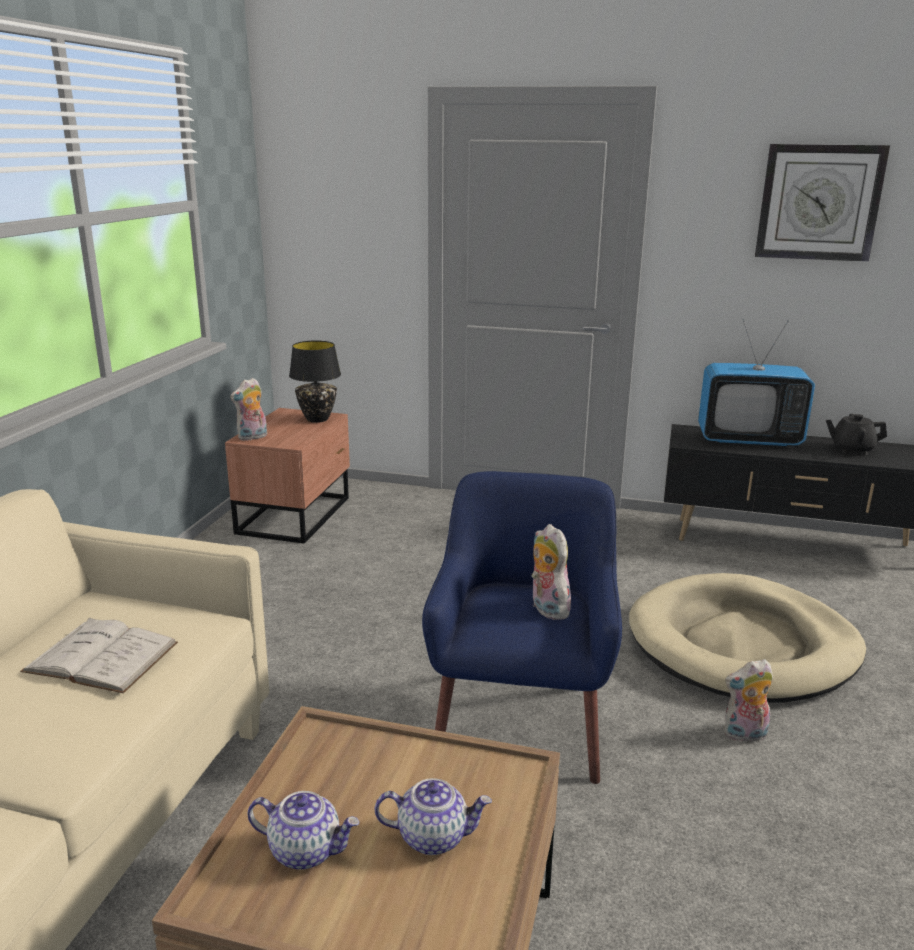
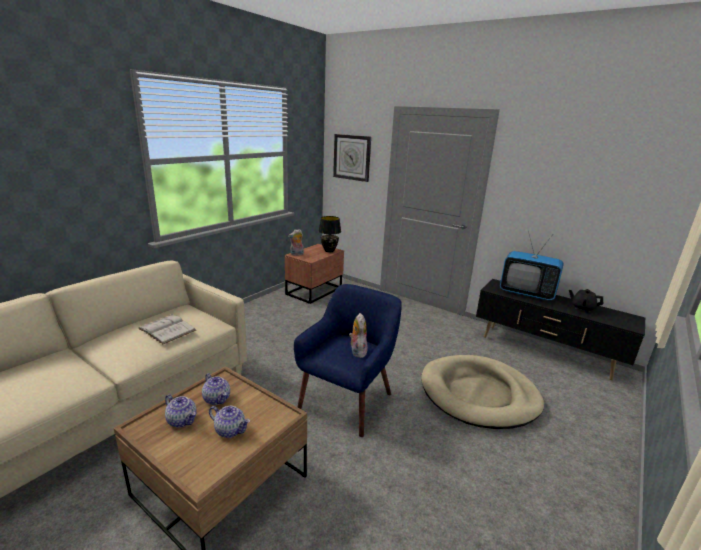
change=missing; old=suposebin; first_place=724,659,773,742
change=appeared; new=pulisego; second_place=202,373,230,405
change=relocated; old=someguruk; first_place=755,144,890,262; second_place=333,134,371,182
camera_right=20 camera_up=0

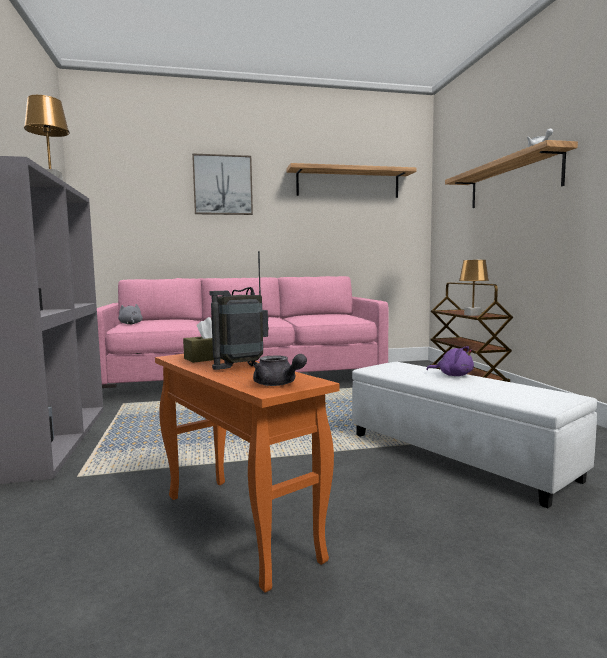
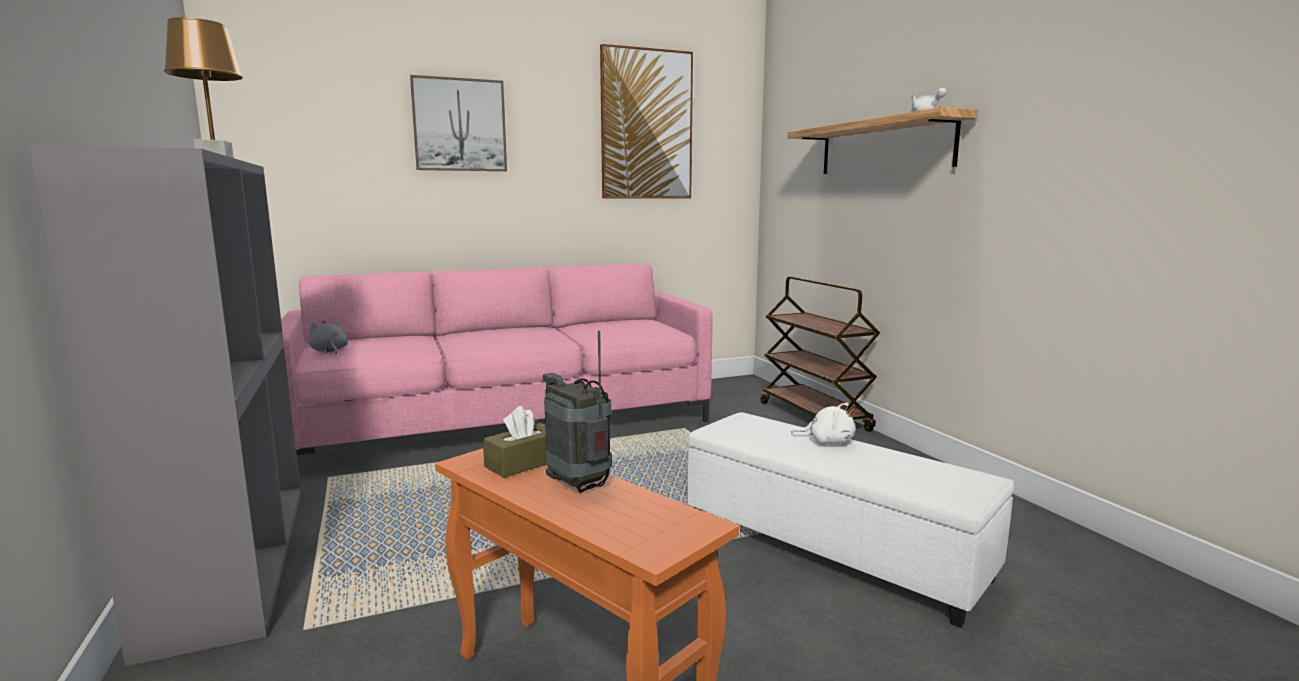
change=missing; old=pulisego (grey); first_place=253,354,307,386
change=missing; old=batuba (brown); first_place=459,260,489,316
change=exchanged; old=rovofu; new=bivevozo; first_place=286,163,417,198; second_place=600,44,693,198
change=colour; old=suposebin (purple); new=suposebin (white); first_place=426,346,474,376; second_place=791,403,856,444
change=spun; old=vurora; first_place=209,251,269,370; second_place=543,331,612,493; degrees=90
camera_right=-10 camera_up=5

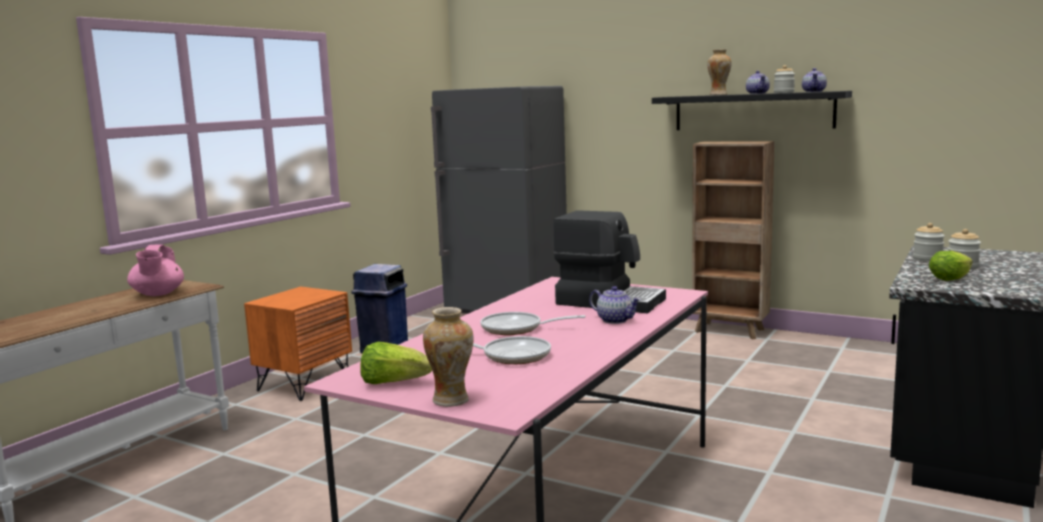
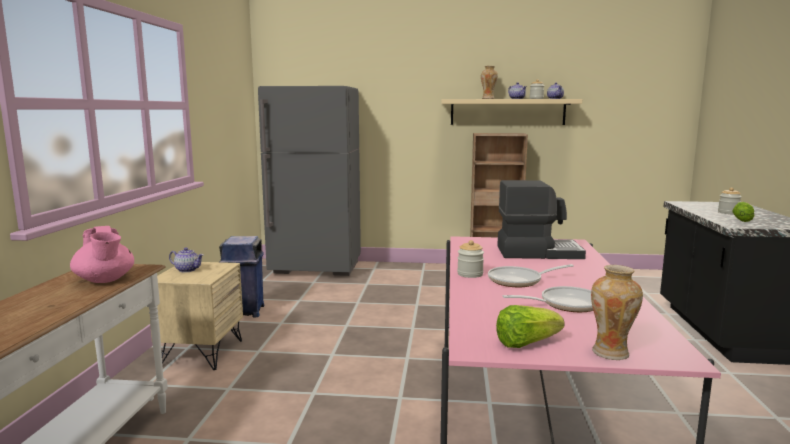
change=relocated; old=pulisego; first_place=589,286,641,324; second_place=169,247,204,273
change=relocated; old=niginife; first_place=913,223,945,262; second_place=457,240,484,278
change=colour; old=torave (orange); new=torave (beige); first_place=244,286,352,401; second_place=149,262,243,370
change=colour; old=rovofu (black); new=rovofu (beige); first_place=652,91,852,130; second_place=442,99,582,125
camera_right=-25 camera_up=0

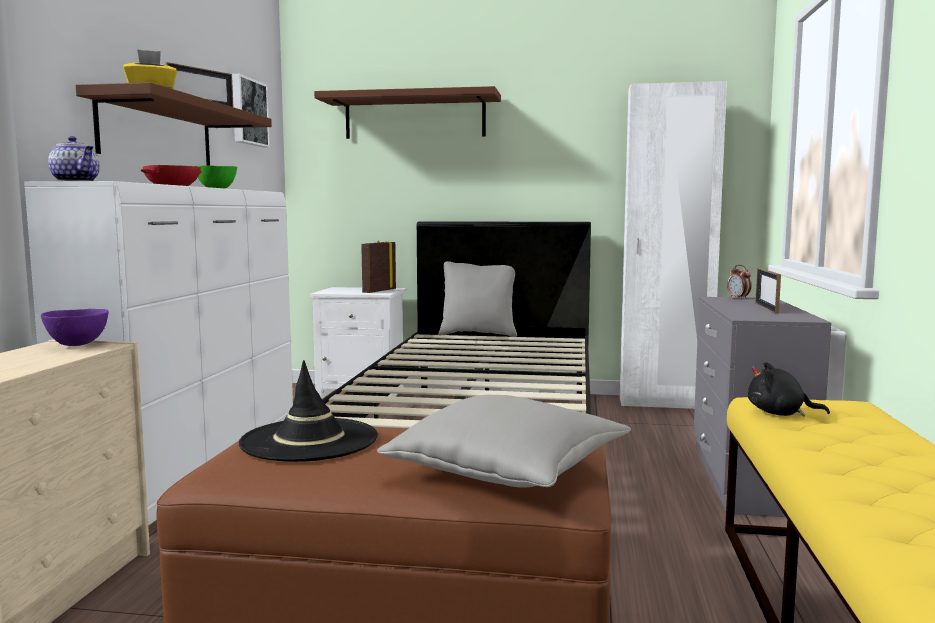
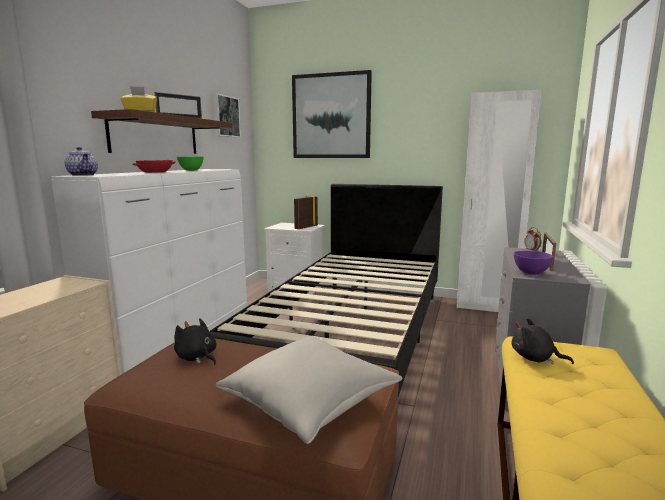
change=missing; old=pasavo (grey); first_place=438,261,517,337
change=relocated; old=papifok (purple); first_place=41,309,109,346; second_place=514,251,553,275
change=exchanged; old=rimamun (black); new=suposebin (black); first_place=239,360,378,462; second_place=174,318,217,365
change=exchanged; old=rovofu (brown); new=bivevozo; first_place=314,86,501,139; second_place=292,70,372,158
camera_right=10 camera_up=5

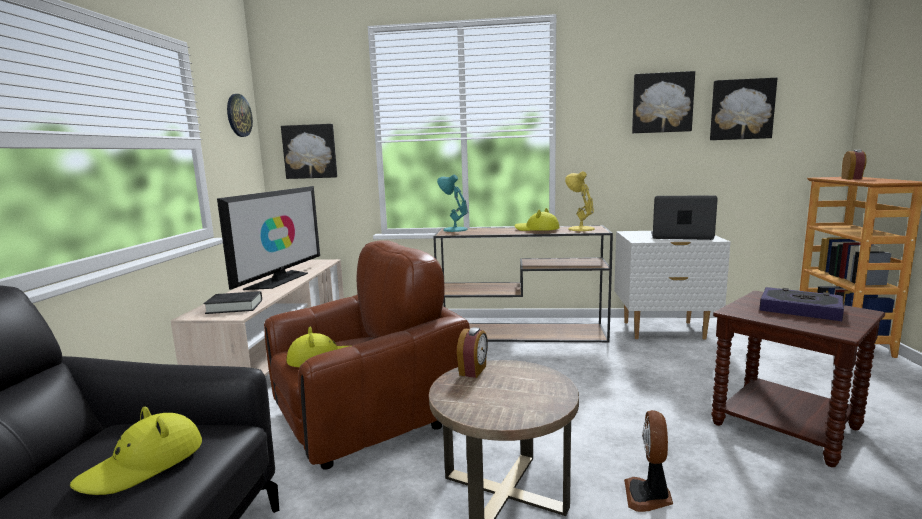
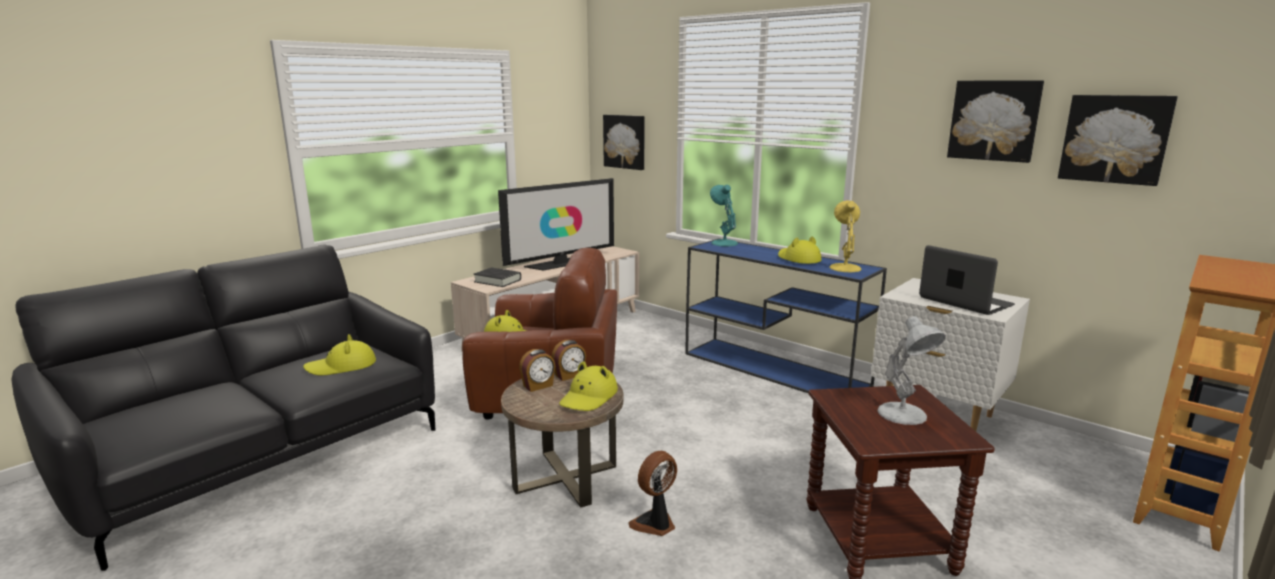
change=missing; old=someguruk; first_place=227,94,253,137
change=appeared; new=rimamun (yellow); second_place=559,361,618,411
change=relocated; old=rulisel; first_place=841,150,867,180; second_place=519,349,555,392
change=exchanged; old=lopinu; new=batuba (white); first_place=759,287,844,321; second_place=877,316,946,425
change=colour; old=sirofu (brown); new=sirofu (blue); first_place=433,225,613,342; second_place=685,239,887,393
camera_right=35 camera_up=5

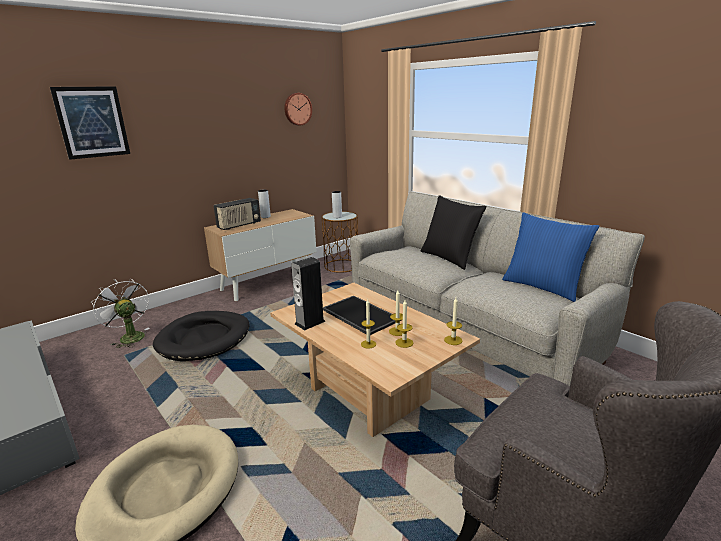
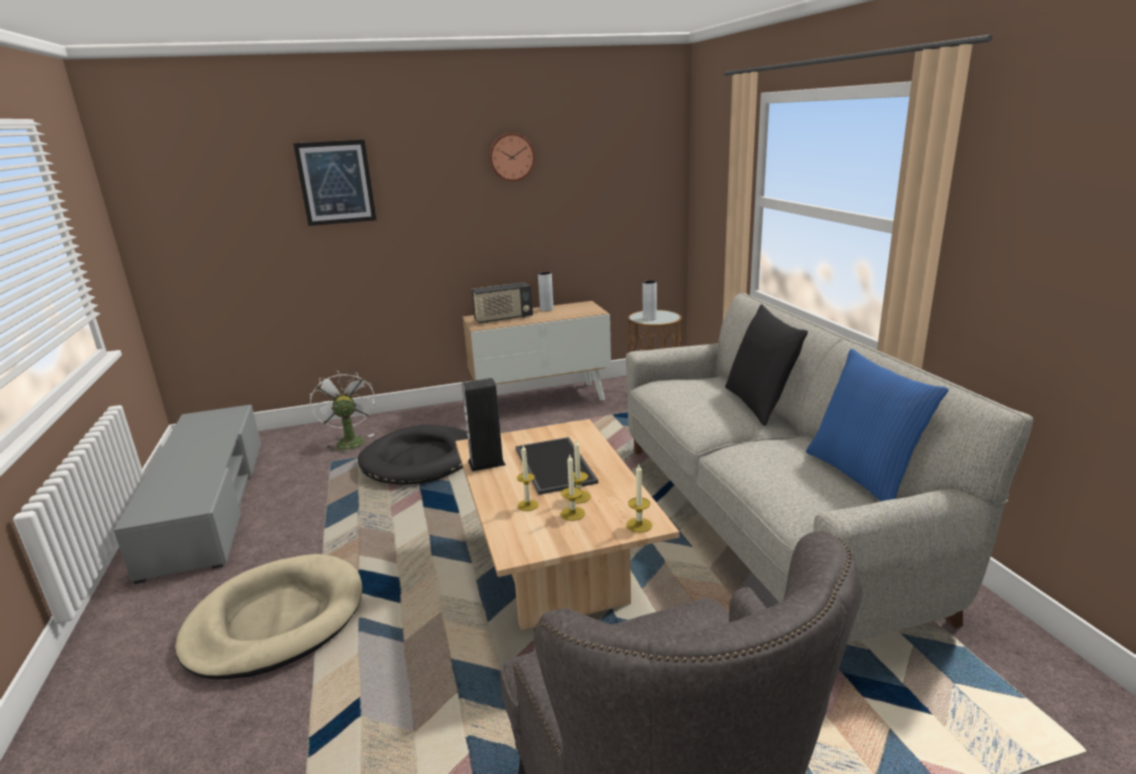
change=relocated; old=someguruk; first_place=284,93,312,125; second_place=489,133,535,182
camera_right=25 camera_up=0

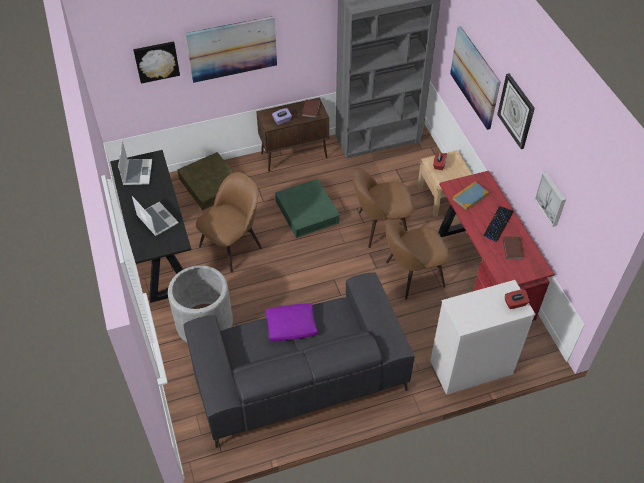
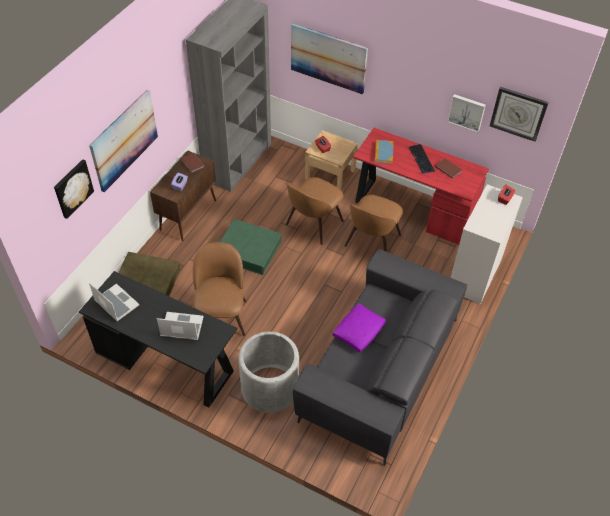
change=relocated; old=someguruk; first_place=497,73,535,149; second_place=490,87,549,142
camera_right=-45 camera_up=0

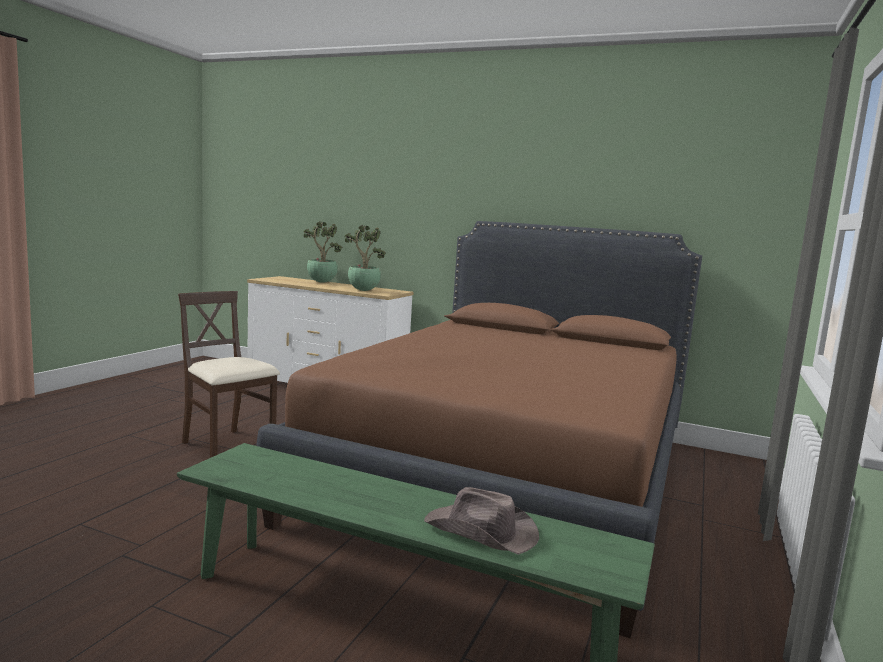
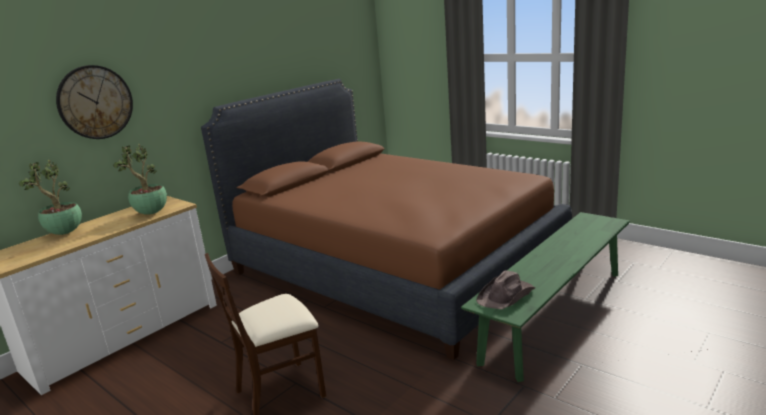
change=appeared; new=someguruk; second_place=56,65,133,139
change=relocated; old=rimamun (brown); first_place=424,487,539,555; second_place=476,271,535,309
camera_right=-70 camera_up=10

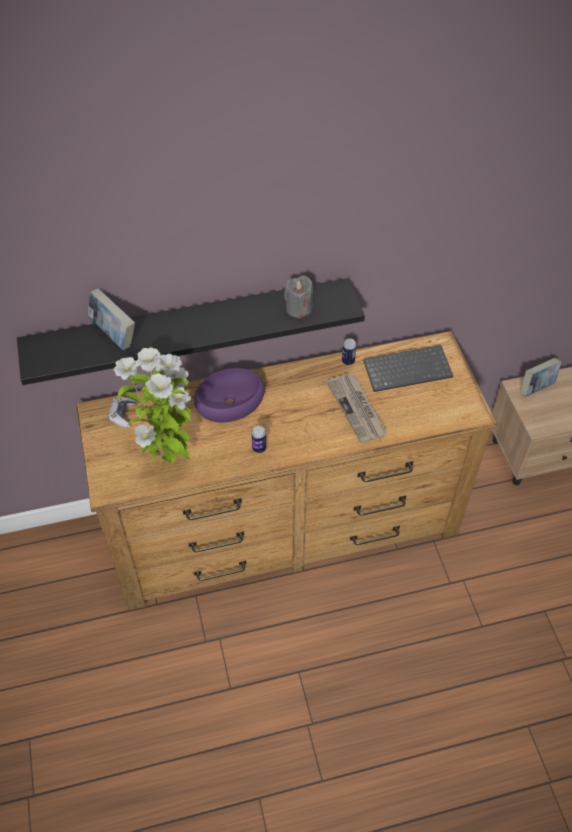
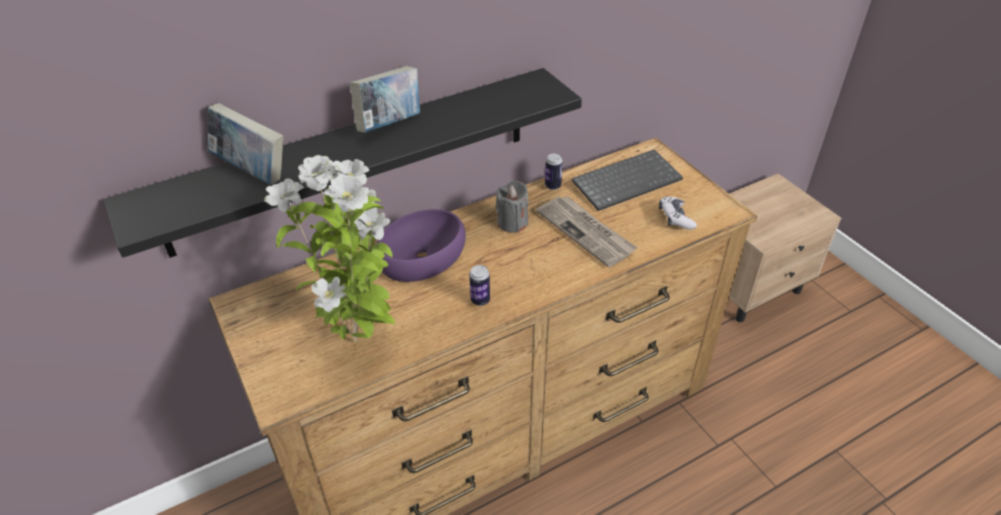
change=relocated; old=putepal; first_place=108,396,136,428; second_place=659,196,697,230
change=relocated; old=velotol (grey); first_place=284,276,313,319; second_place=496,181,529,233
change=relocated; old=lopinu; first_place=521,358,562,396; second_place=350,66,420,133
camera_right=-15 camera_up=-10

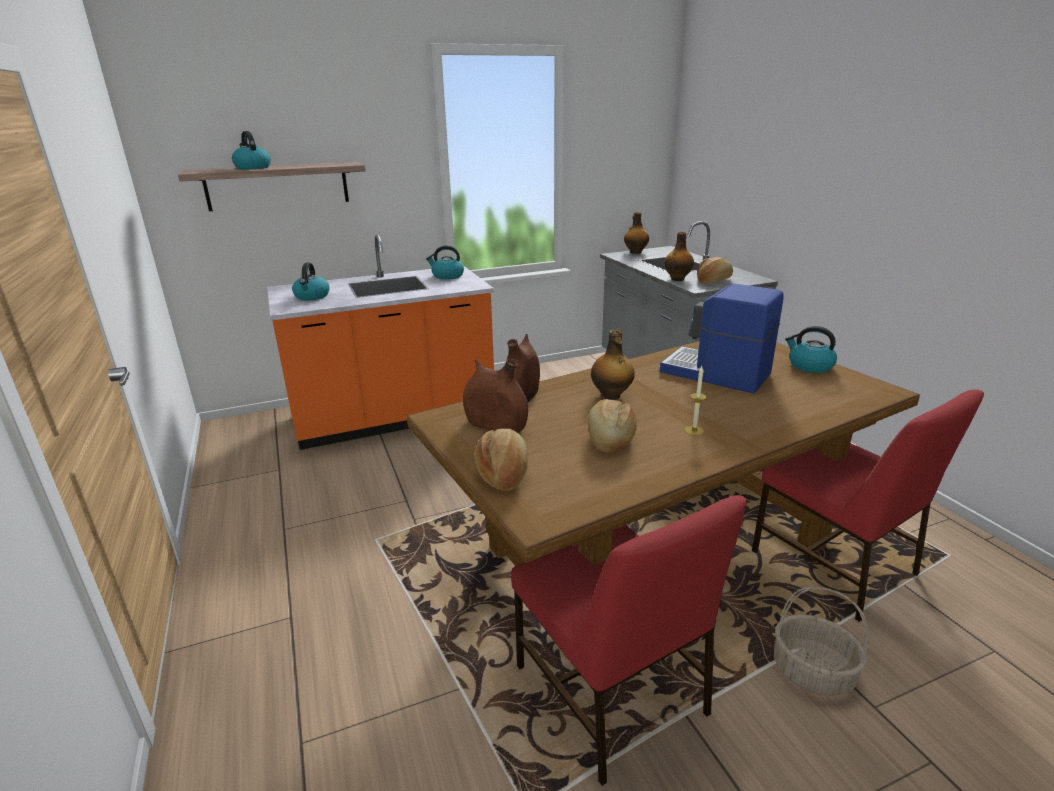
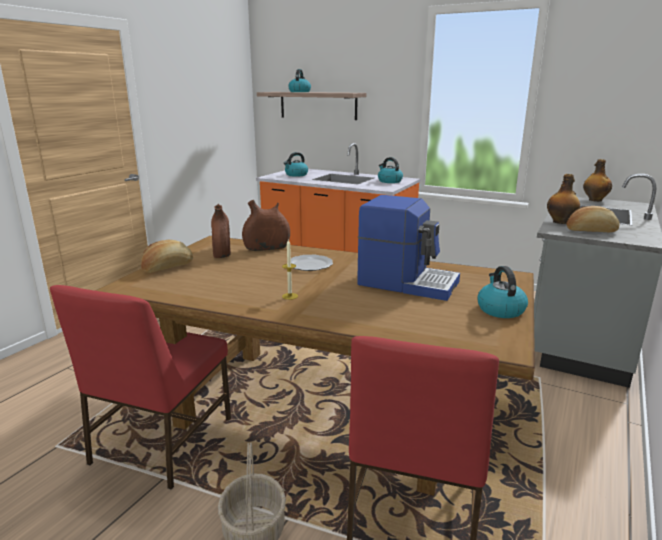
change=missing; old=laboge; first_place=588,399,637,453
change=exchanged; old=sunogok; new=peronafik; first_place=591,330,635,400; second_place=291,255,333,271
change=spun; old=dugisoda; first_place=660,283,784,393; second_place=357,195,460,301; degrees=120
camera_right=50 camera_up=-5

